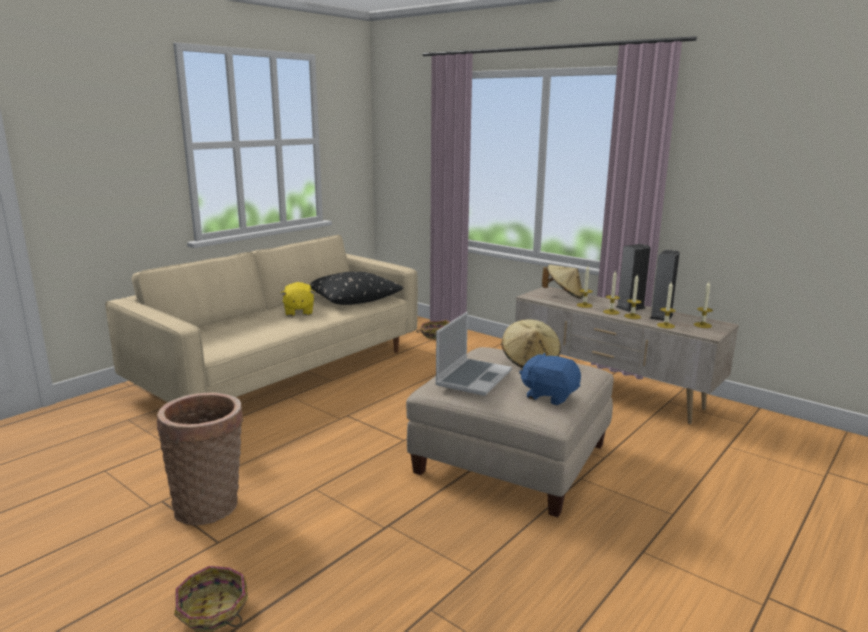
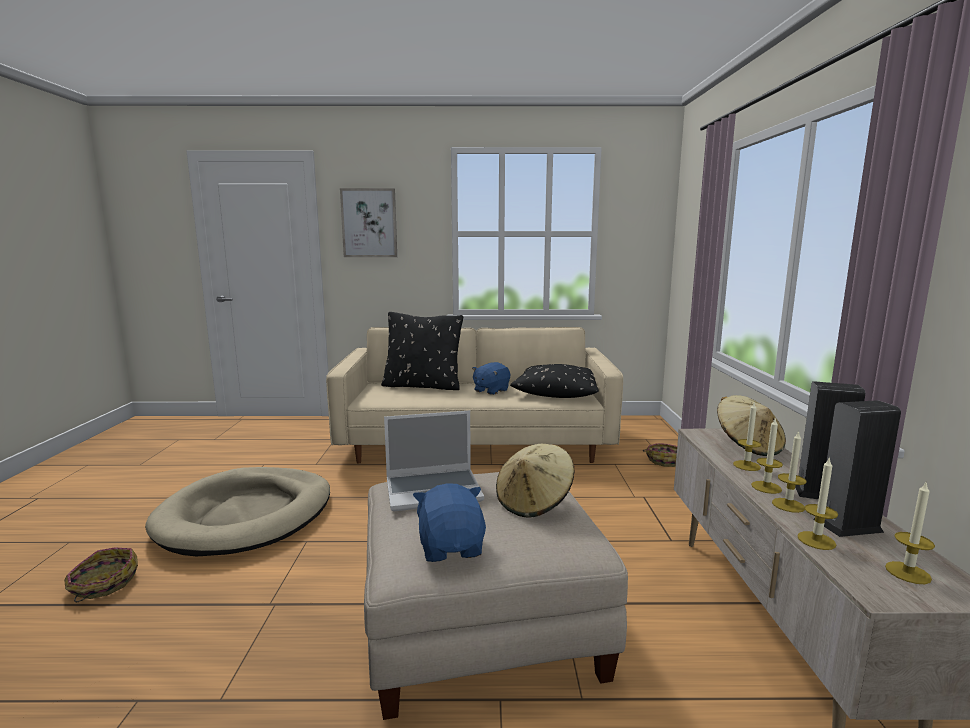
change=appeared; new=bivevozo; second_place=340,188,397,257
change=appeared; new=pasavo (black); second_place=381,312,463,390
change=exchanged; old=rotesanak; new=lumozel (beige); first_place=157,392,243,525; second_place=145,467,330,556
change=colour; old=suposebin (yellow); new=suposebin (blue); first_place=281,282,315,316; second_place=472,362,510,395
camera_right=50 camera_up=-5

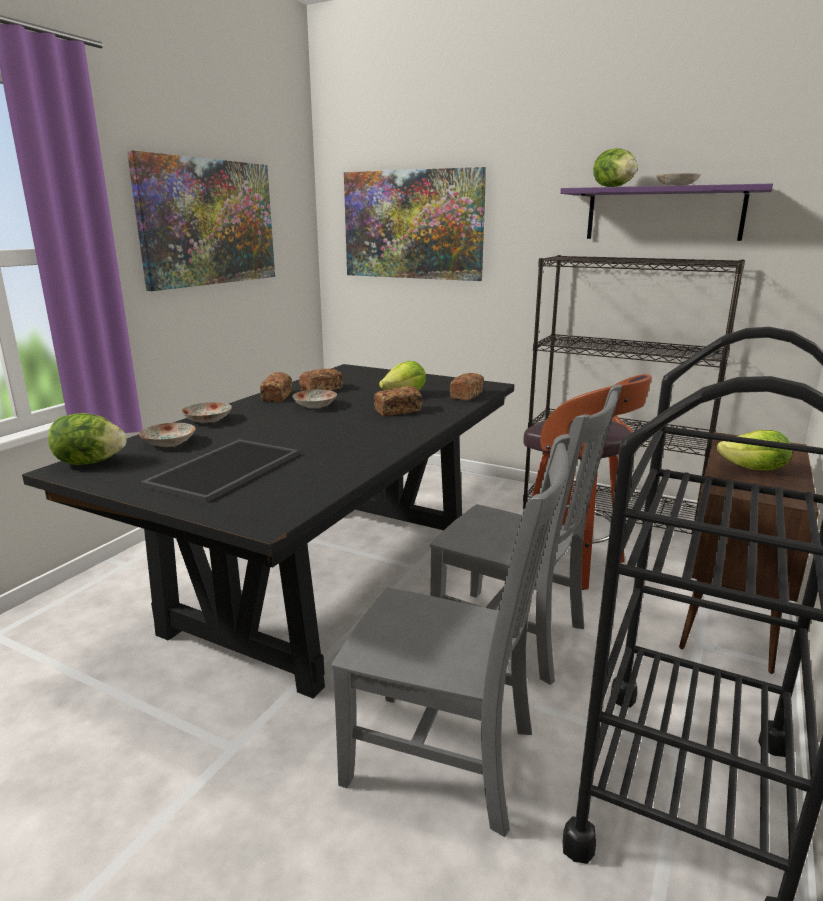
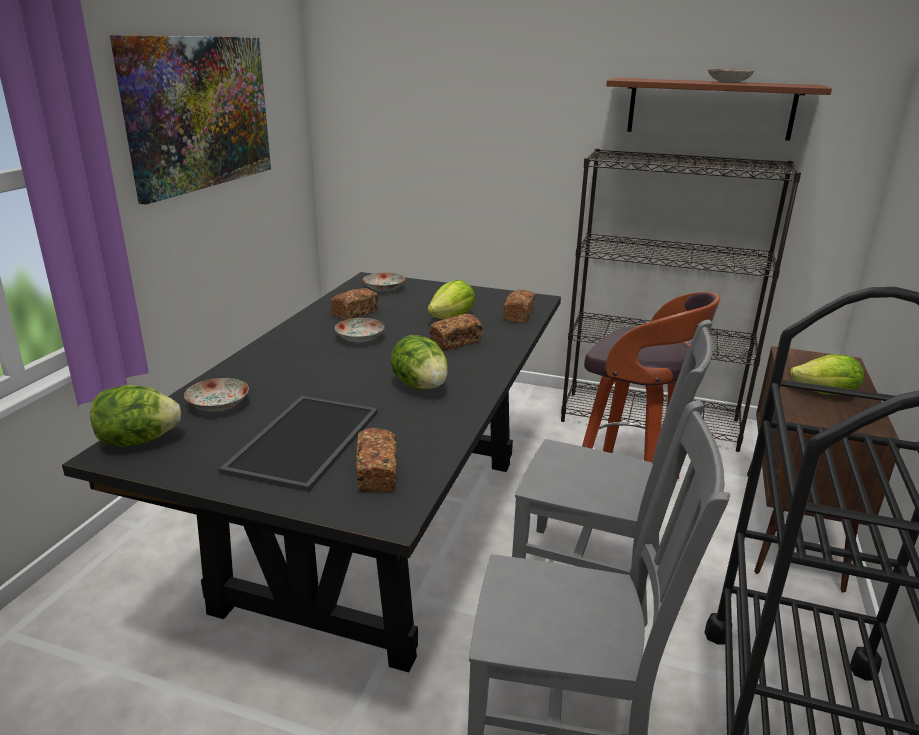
change=missing; old=bivevozo; first_place=344,167,486,281
change=relocated; old=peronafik; first_place=181,402,232,423; second_place=363,272,405,292
change=relocated; old=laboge; first_place=260,372,292,402; second_place=356,428,397,493
change=relocated; old=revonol; first_place=593,148,638,187; second_place=391,335,448,390
change=colour; old=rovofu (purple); new=rovofu (brown); first_place=560,184,773,241; second_place=606,78,832,141
camera_right=-10 camera_up=5

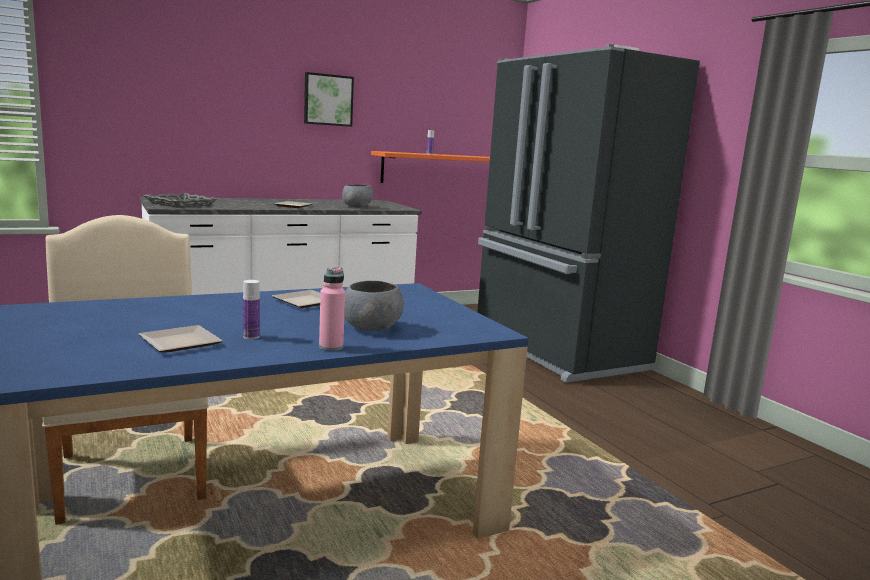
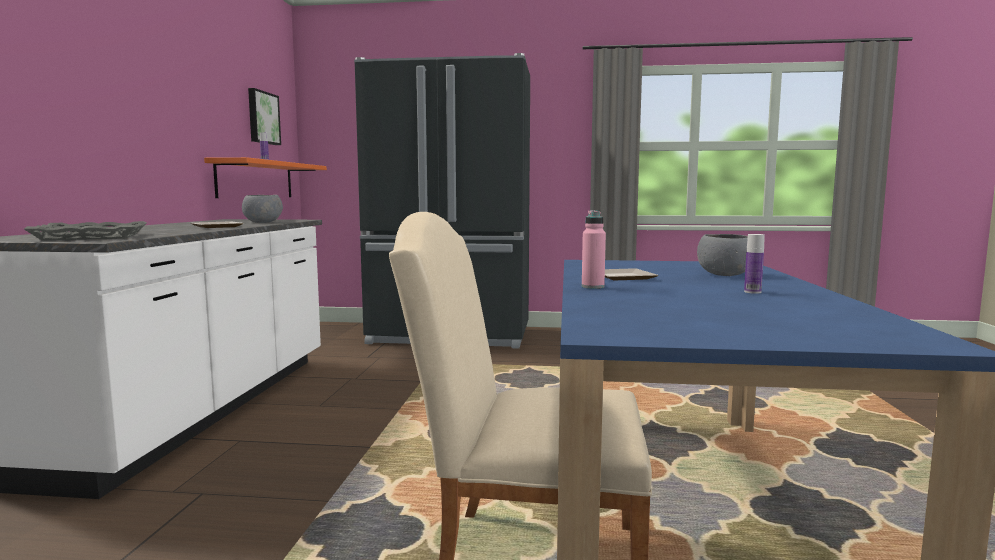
change=missing; old=peronafik; first_place=139,325,223,352
change=relocated; old=bivevozo; first_place=304,72,354,127; second_place=248,88,281,145
change=relocated; old=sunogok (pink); first_place=319,267,345,351; second_place=582,210,606,289
camera_right=-55 camera_up=-5

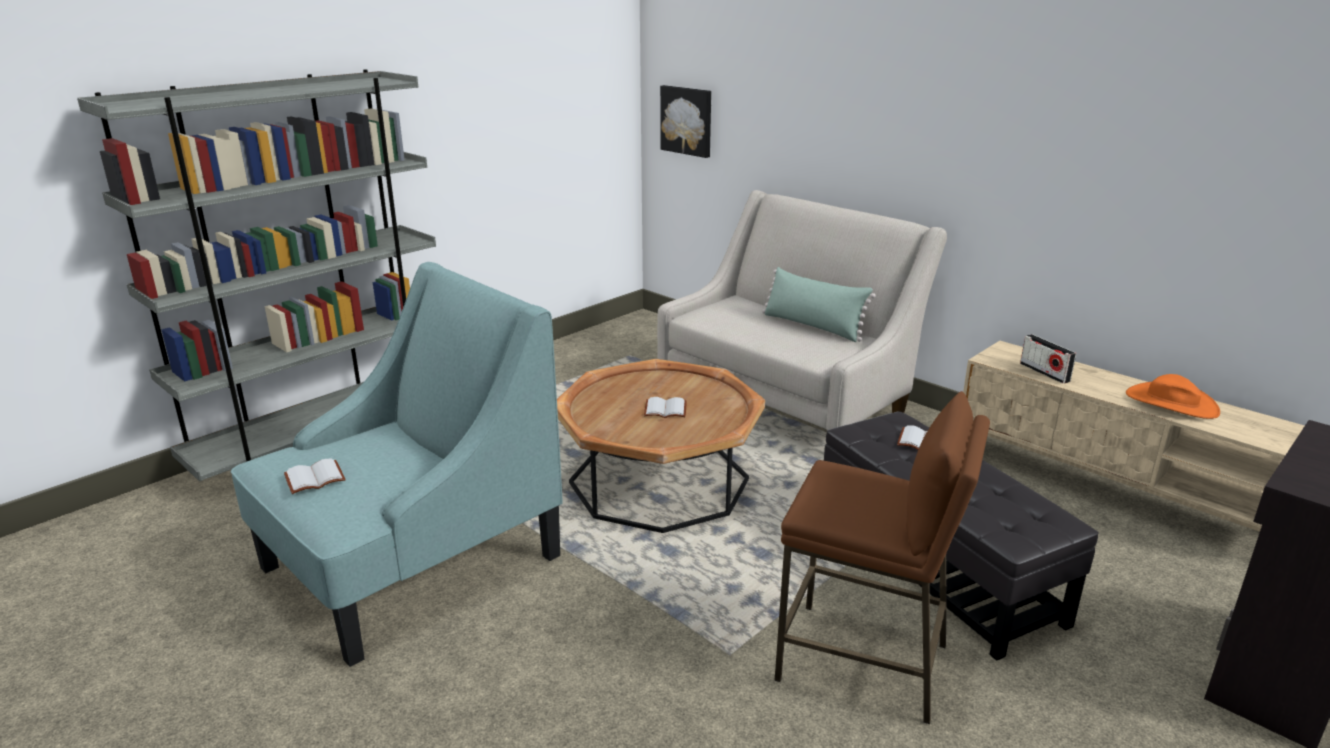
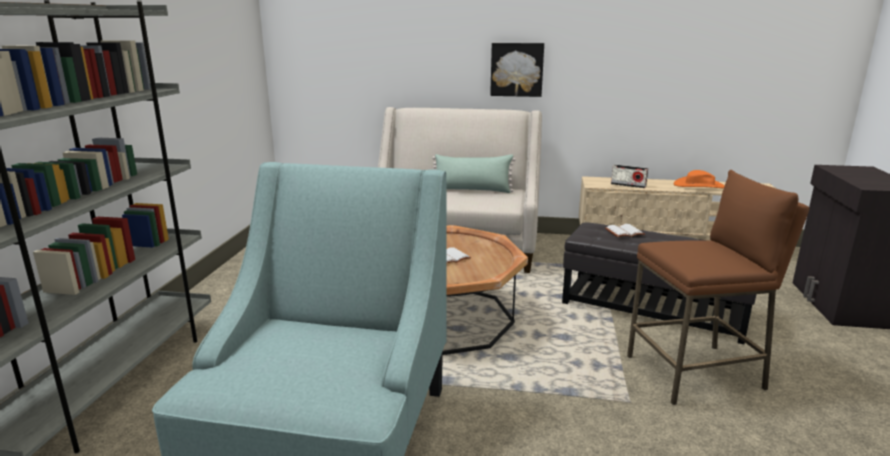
change=missing; old=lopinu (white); first_place=284,458,346,494
change=relocated; old=bivevozo; first_place=660,85,711,158; second_place=490,43,544,97
camera_right=-35 camera_up=-5

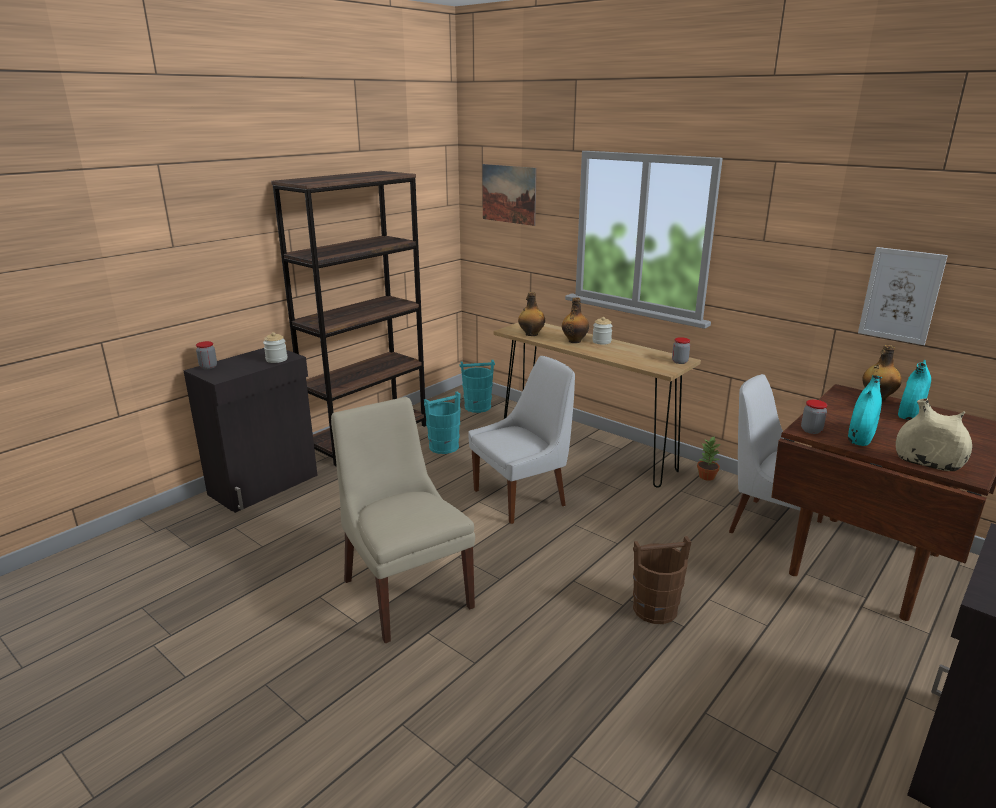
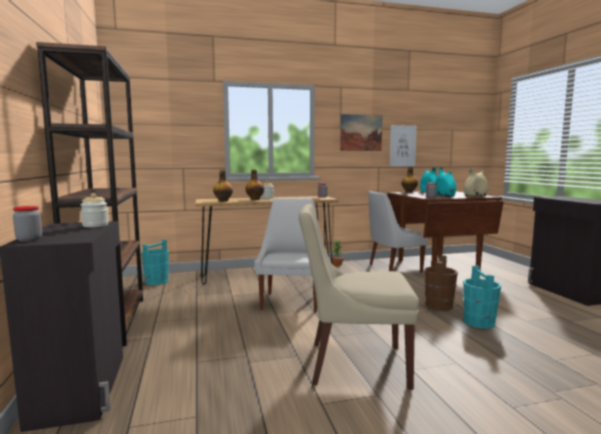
change=relocated; old=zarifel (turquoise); first_place=424,392,461,454; second_place=463,266,501,329
change=relocated; old=bivevozo; first_place=482,164,537,226; second_place=340,114,383,151
camera_right=-55 camera_up=-15

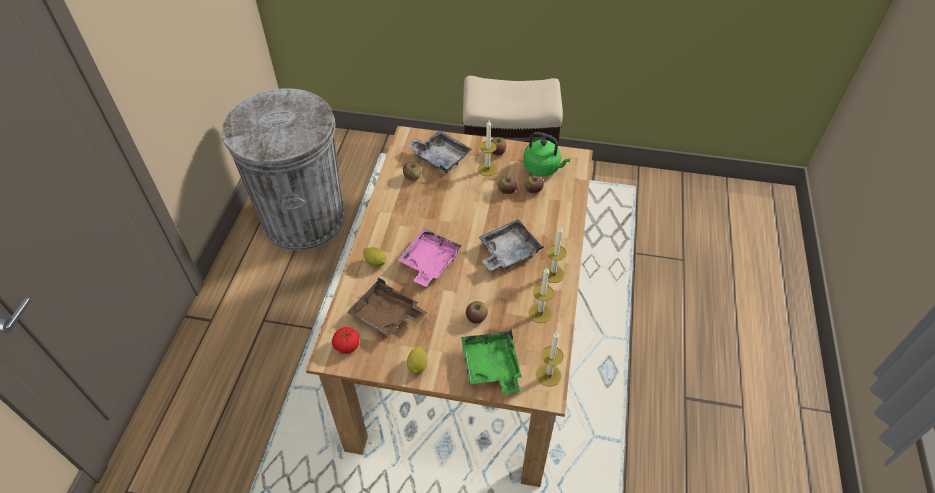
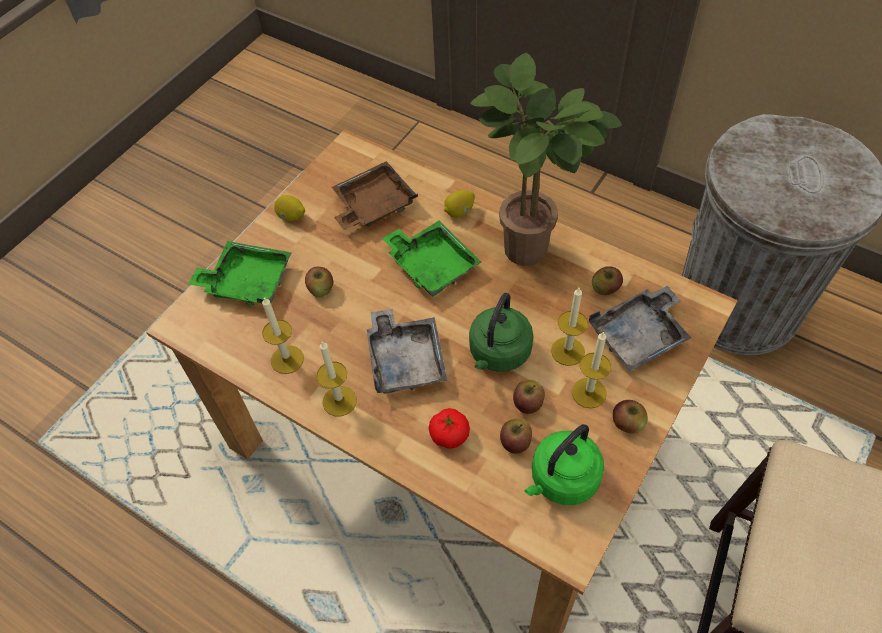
change=appeared; new=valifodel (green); second_place=469,293,533,372
change=appeared; new=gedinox; second_place=471,53,622,266
change=relocated; old=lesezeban; first_place=332,327,360,354; second_place=429,408,470,449
change=relocated; old=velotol; first_place=536,332,563,387; second_place=551,288,588,366
change=colour; old=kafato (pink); new=kafato (green); first_place=397,229,462,287; second_place=382,220,481,296
camera_right=115 camera_up=5

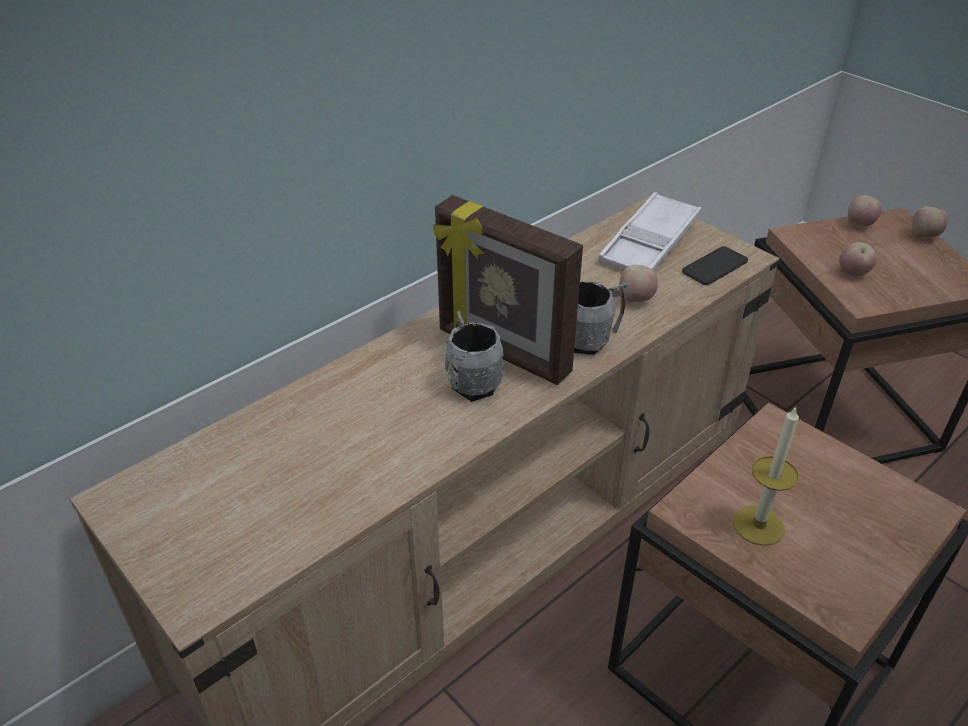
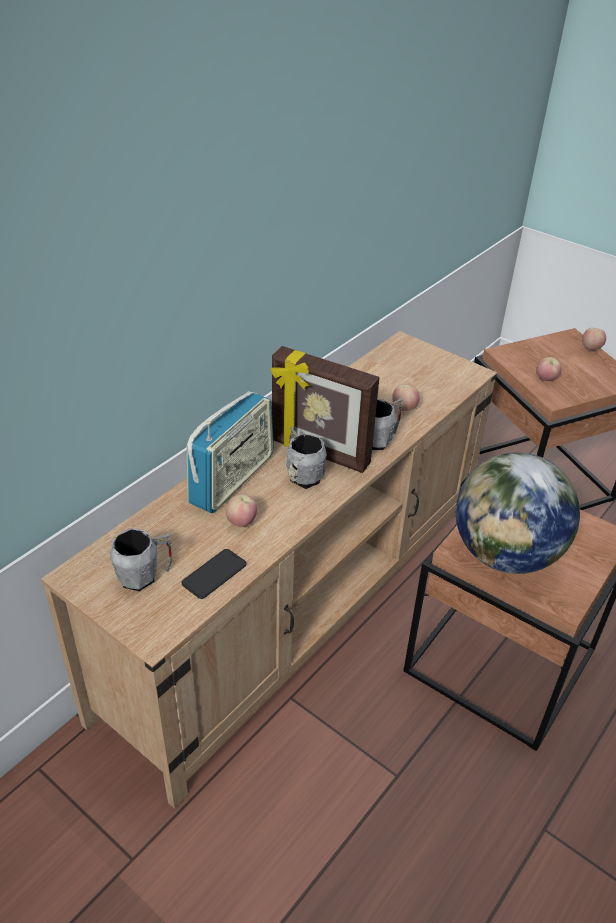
change=missing; old=kafato (white); first_place=598,192,702,271
change=appeared; new=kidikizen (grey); second_place=110,528,172,591
change=appeared; new=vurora; second_place=187,391,274,513
change=relocated; old=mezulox; first_place=682,246,748,285; second_place=182,549,246,599
change=relocated; old=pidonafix; first_place=848,195,882,226; second_place=226,494,257,527
change=exchanged; old=velotol; new=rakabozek; first_place=733,406,799,546; second_place=456,452,580,574
camera_right=-10 camera_up=0

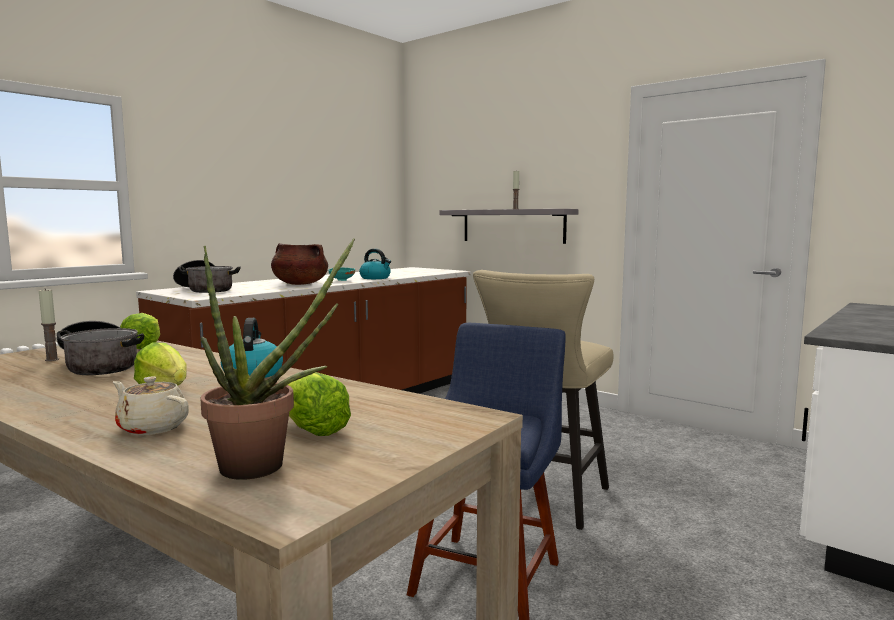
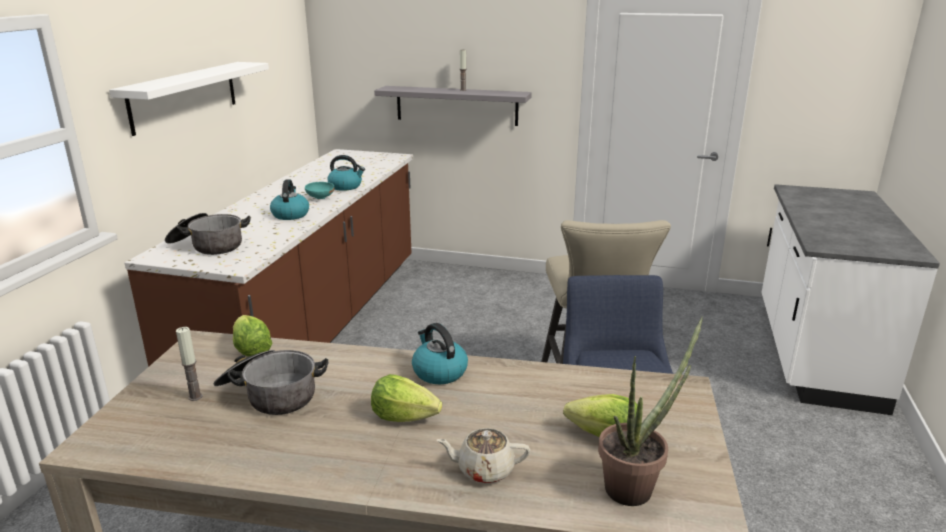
change=appeared; new=rovofu (white); second_place=109,62,269,136
change=exchanged; old=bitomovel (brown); new=valifodel; first_place=271,243,328,285; second_place=270,179,309,220
camera_right=-25 camera_up=15

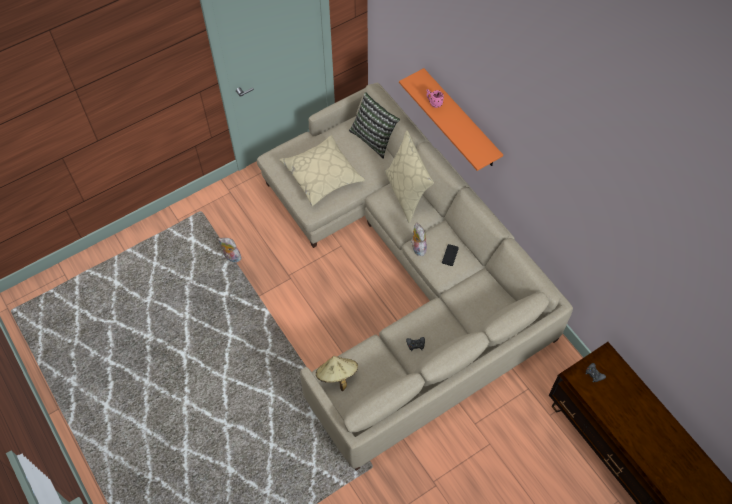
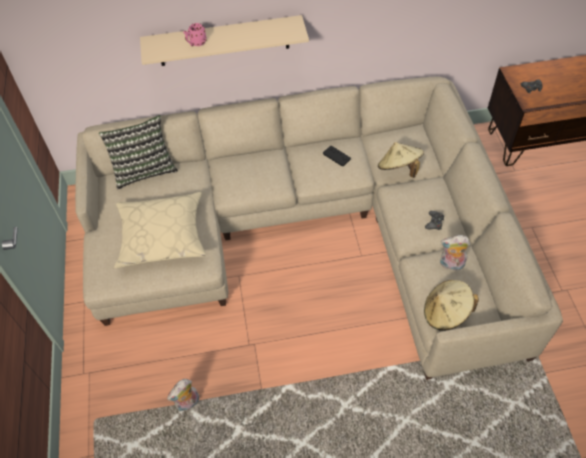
change=missing; old=pasavo (beige); first_place=385,131,434,223
change=appeared; new=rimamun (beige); second_place=378,142,424,178
change=relocated; old=suposebin; first_place=410,222,427,256; second_place=440,235,470,271
change=colour; old=rovofu (orange); new=rovofu (beige); first_place=399,68,503,171; second_place=140,15,309,66
camera_right=-65 camera_up=-5

